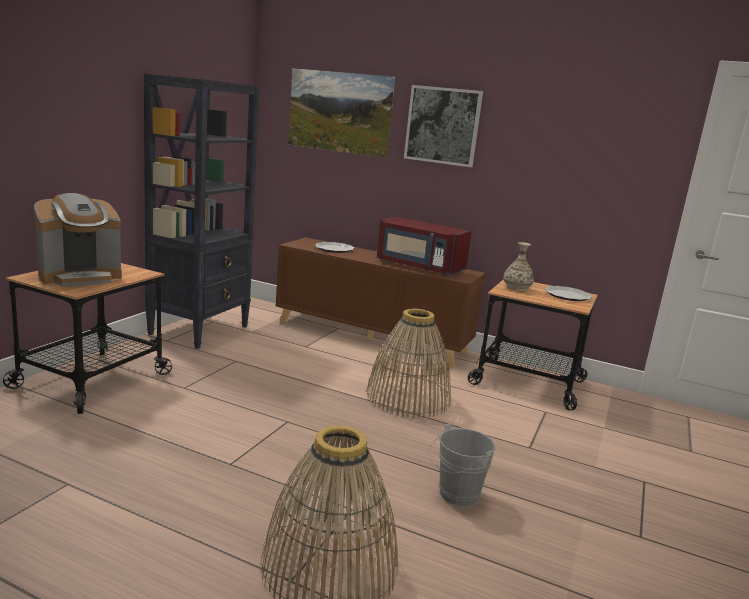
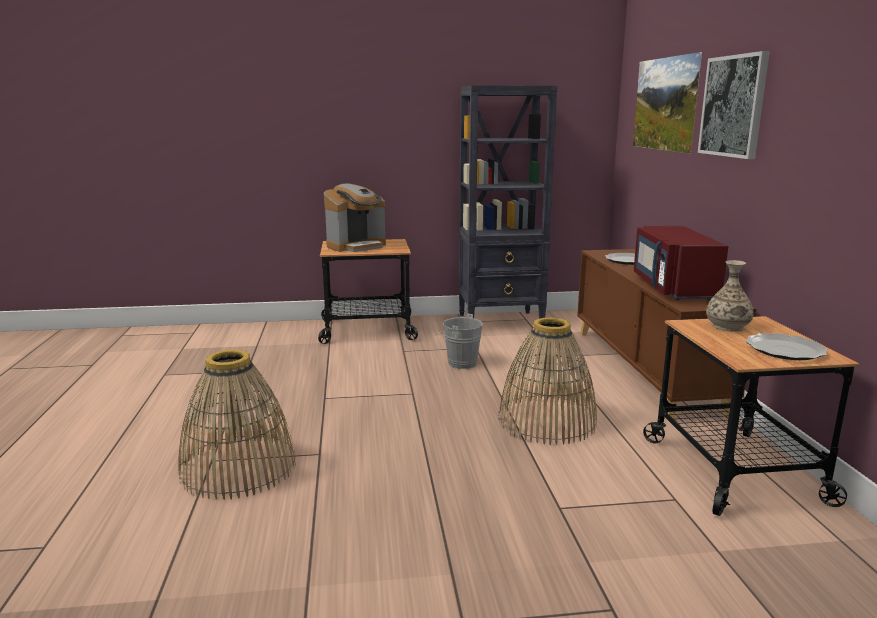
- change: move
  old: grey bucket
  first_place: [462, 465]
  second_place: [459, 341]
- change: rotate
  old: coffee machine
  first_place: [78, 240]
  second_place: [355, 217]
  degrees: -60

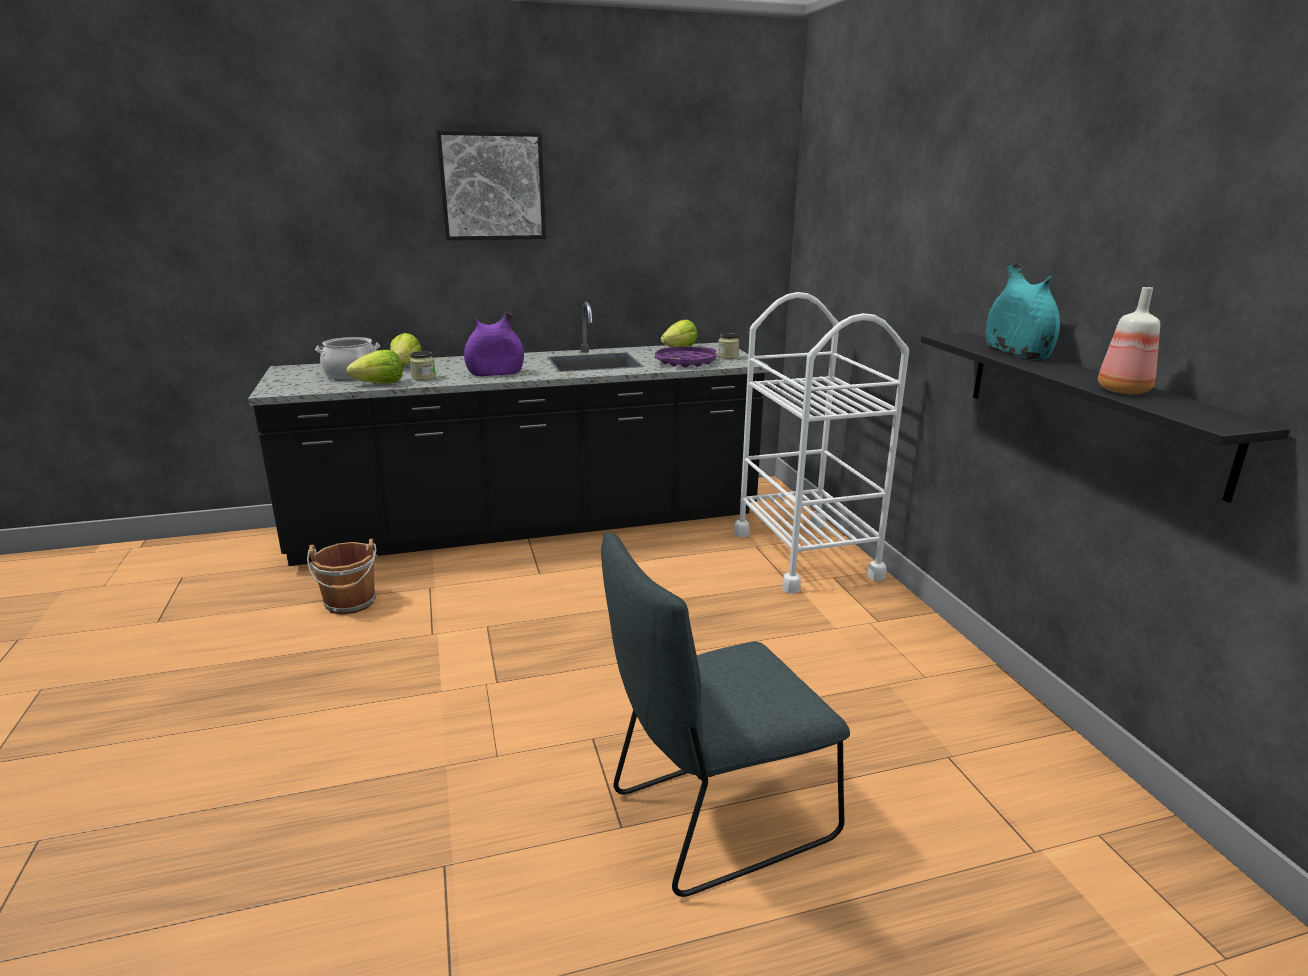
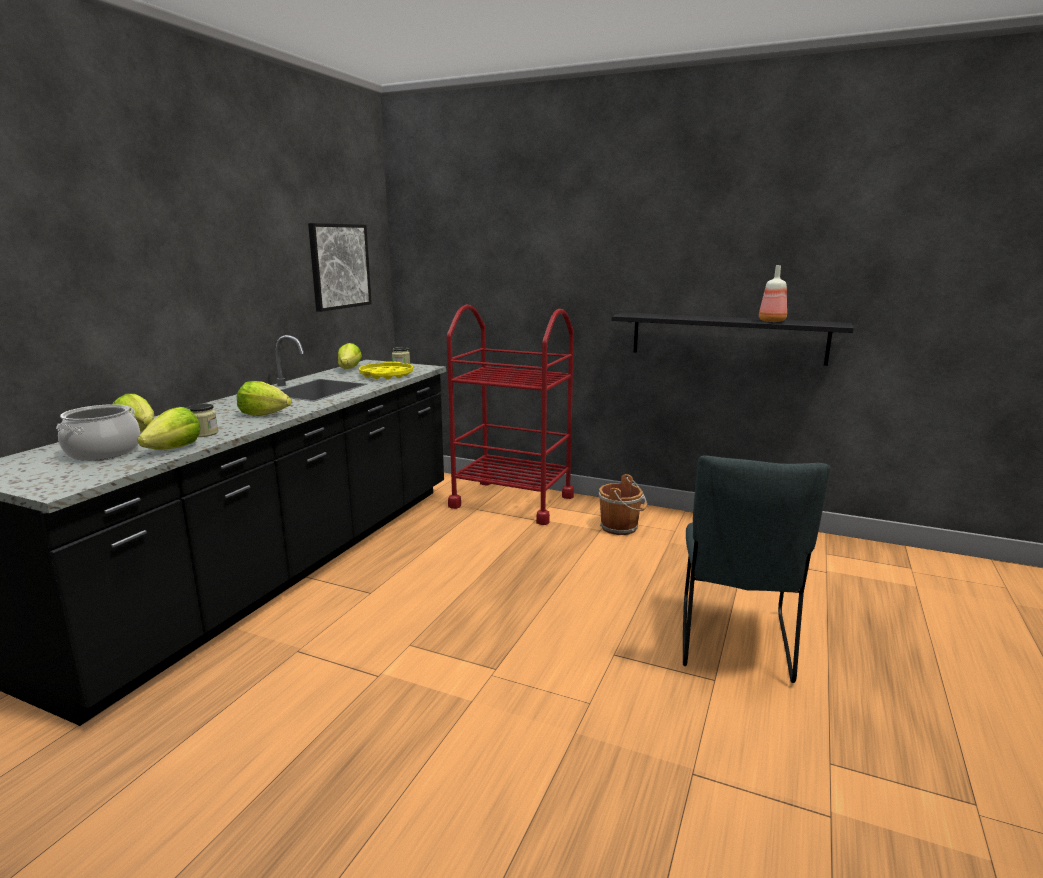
- change: delete
  old: turquoise vase
  first_place: [1023, 311]
- change: move
  old: brown bucket
  first_place: [342, 577]
  second_place: [623, 504]
- change: move
  old: picture
  first_place: [491, 185]
  second_place: [340, 267]
- change: replace
  old: purple vase
  new: lettuce
  first_place: [494, 344]
  second_place: [264, 398]
- change: recolor
  old: purple tray
  new: yellow tray
  first_place: [686, 357]
  second_place: [386, 370]
- change: recolor
  old: white cart
  new: red cart
  first_place: [821, 442]
  second_place: [510, 415]

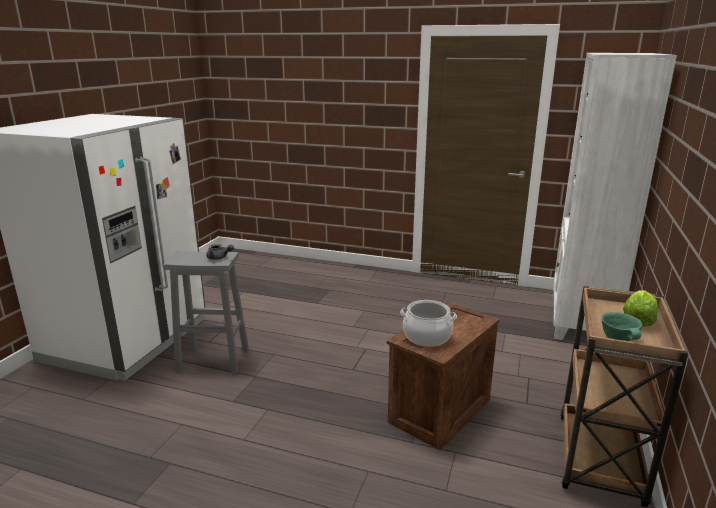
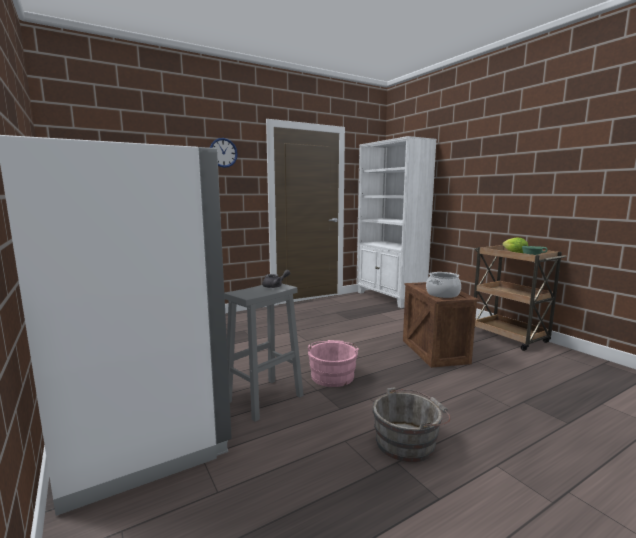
- change: insert
  new: wall clock
  second_place: [224, 153]
- change: insert
  new: pink bucket
  second_place: [333, 363]
- change: insert
  new: grey bucket
  second_place: [412, 424]

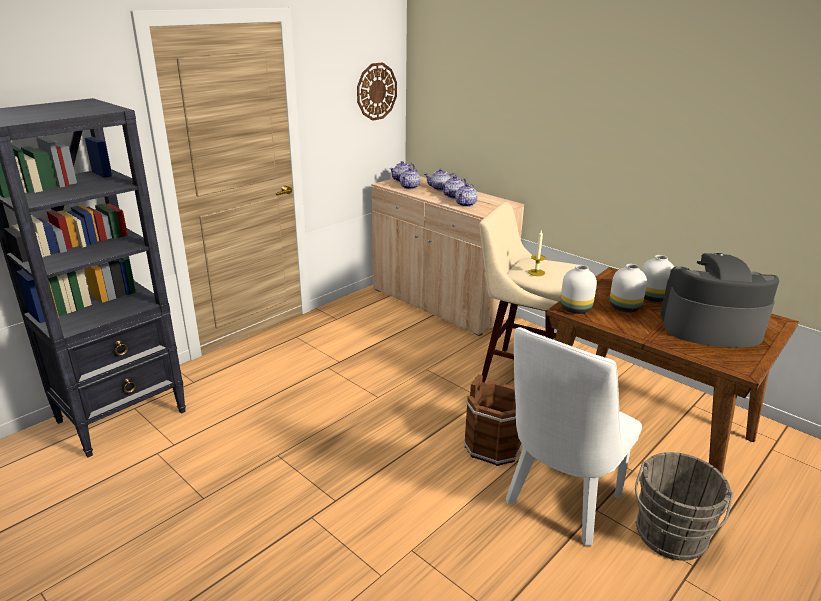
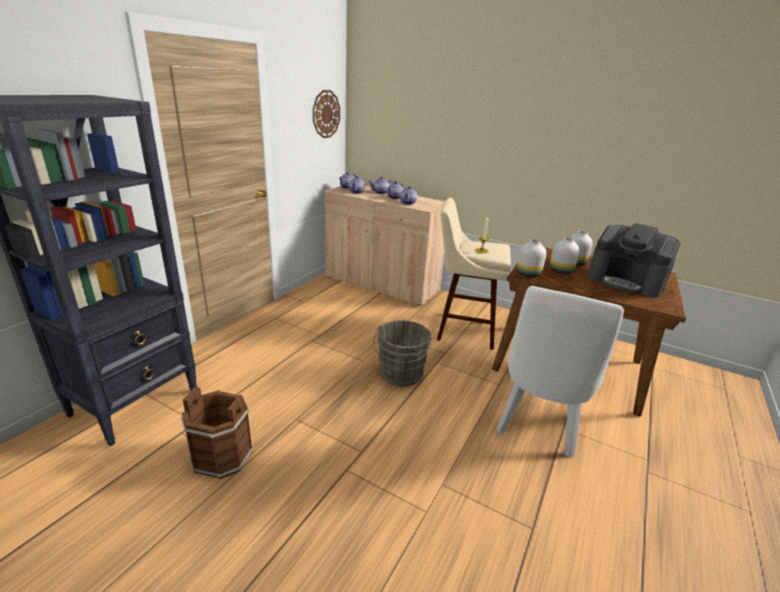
- change: move
  old: brown bucket
  first_place: [493, 420]
  second_place: [217, 433]
- change: move
  old: grey bucket
  first_place: [684, 506]
  second_place: [402, 353]
- change: rotate
  old: coffee machine
  first_place: [719, 300]
  second_place: [633, 260]
  degrees: -135

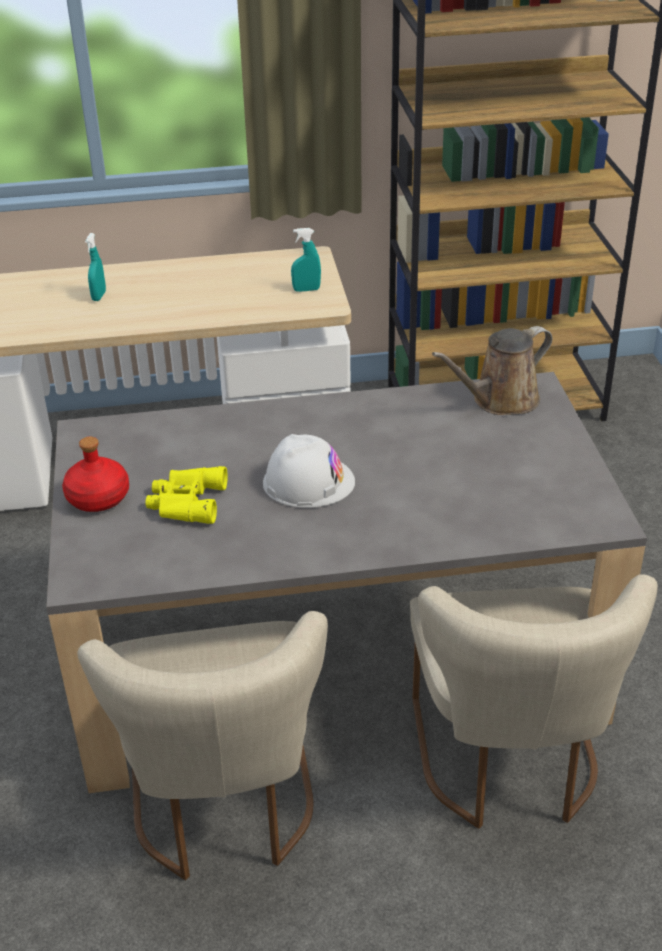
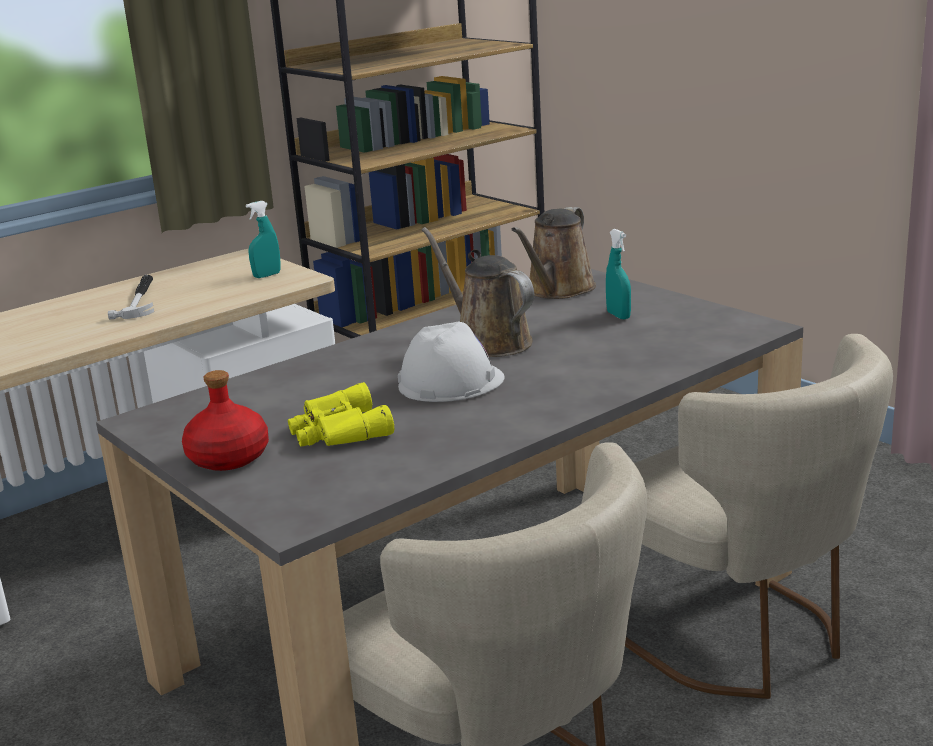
- change: insert
  new: hammer
  second_place: [131, 297]
- change: insert
  new: brown watering can
  second_place: [478, 292]
- change: move
  old: turquoise spray bottle
  first_place: [95, 267]
  second_place: [618, 274]

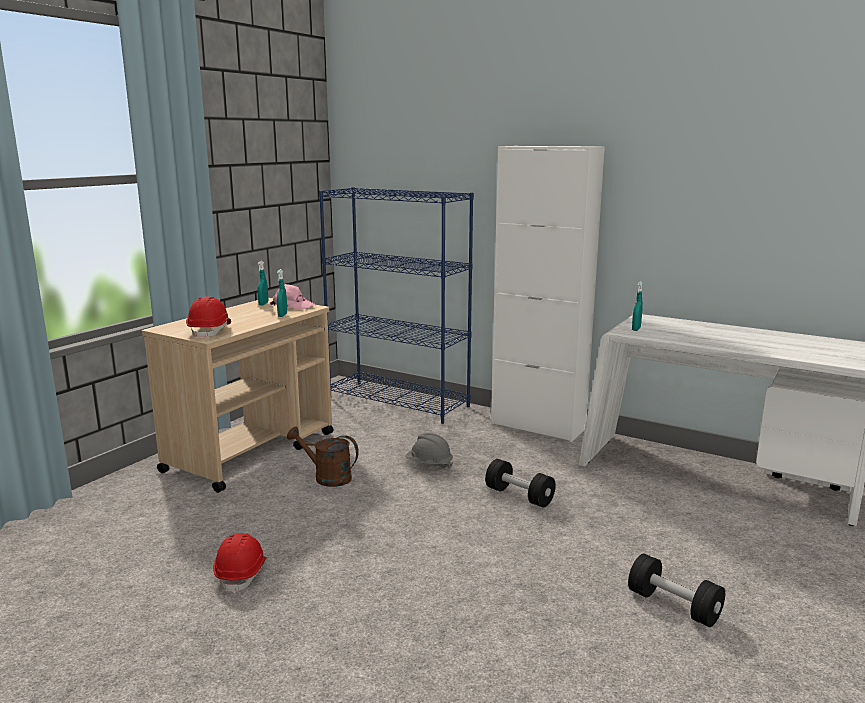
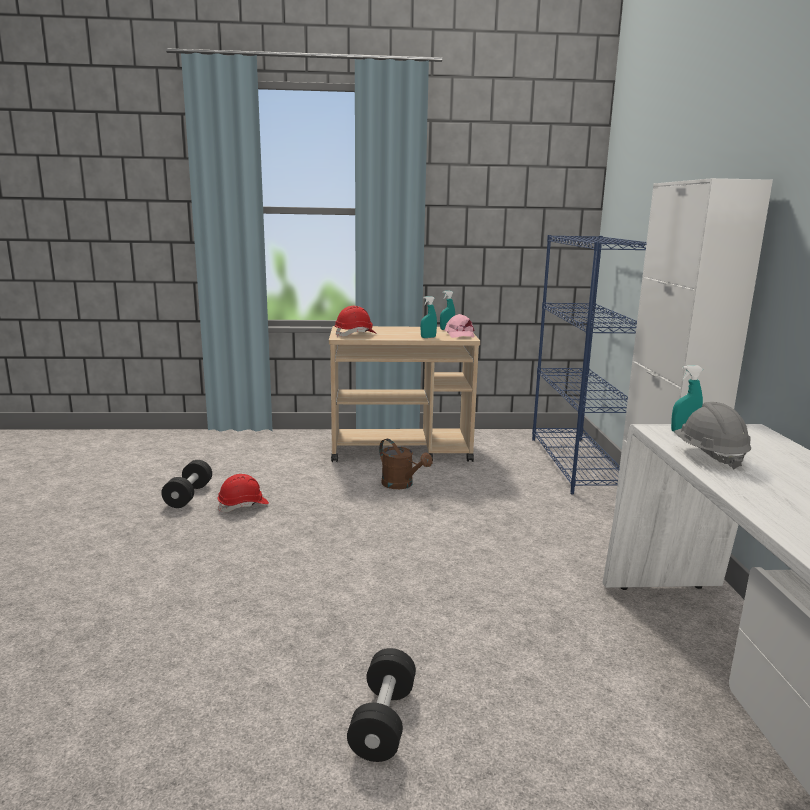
- change: move
  old: grey hard hat
  first_place: [429, 451]
  second_place: [712, 435]
- change: move
  old: black dumbbell
  first_place: [520, 483]
  second_place: [186, 484]
- change: rotate
  old: brown watering can
  first_place: [323, 457]
  second_place: [406, 464]
  degrees: 150

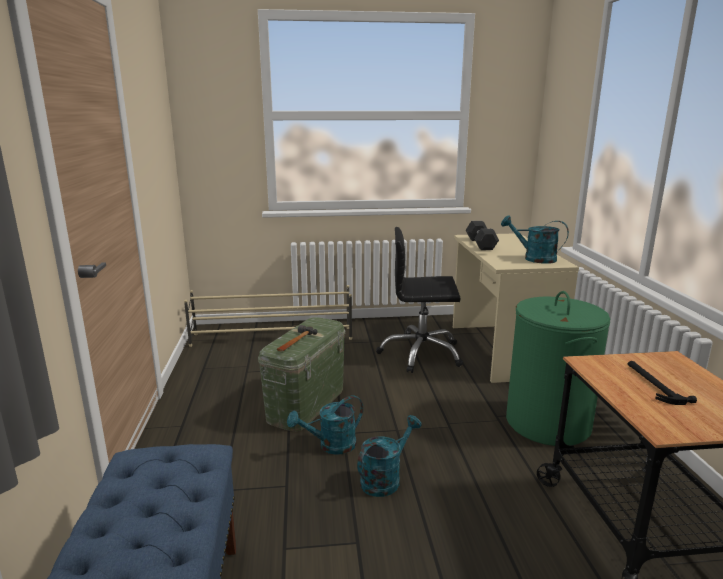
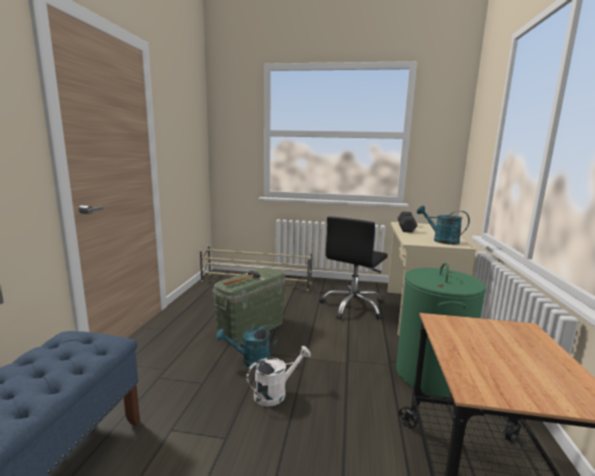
- change: delete
  old: hammer
  first_place: [662, 383]
- change: recolor
  old: turquoise watering can
  new: white watering can
  first_place: [389, 456]
  second_place: [278, 376]
- change: rotate
  old: black office chair
  first_place: [419, 300]
  second_place: [354, 268]
  degrees: -75

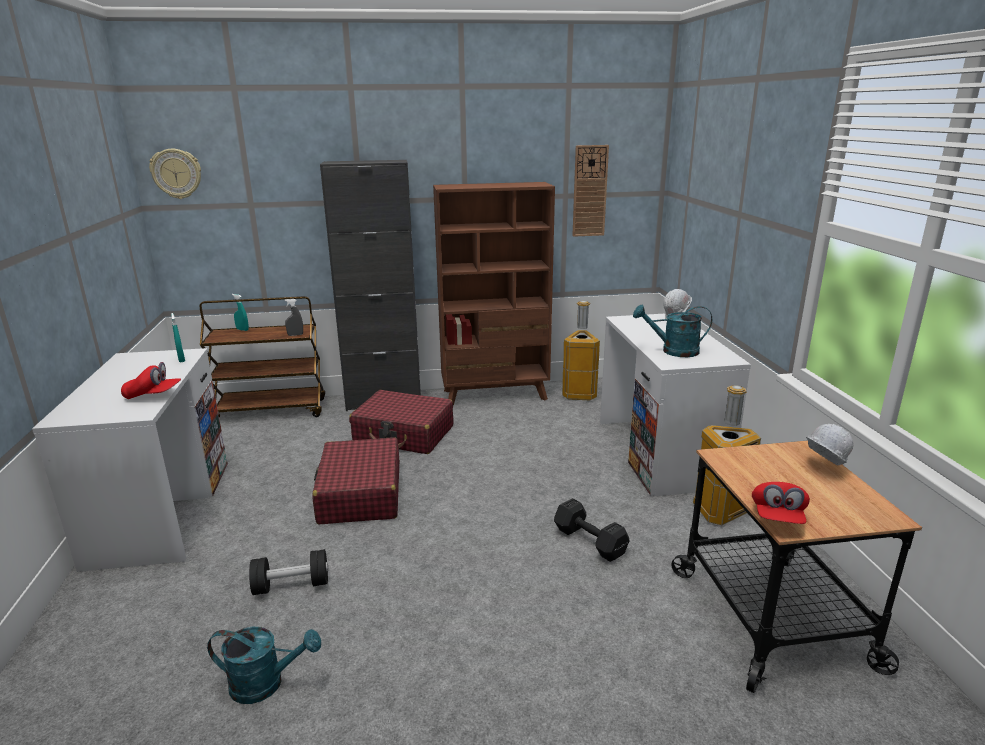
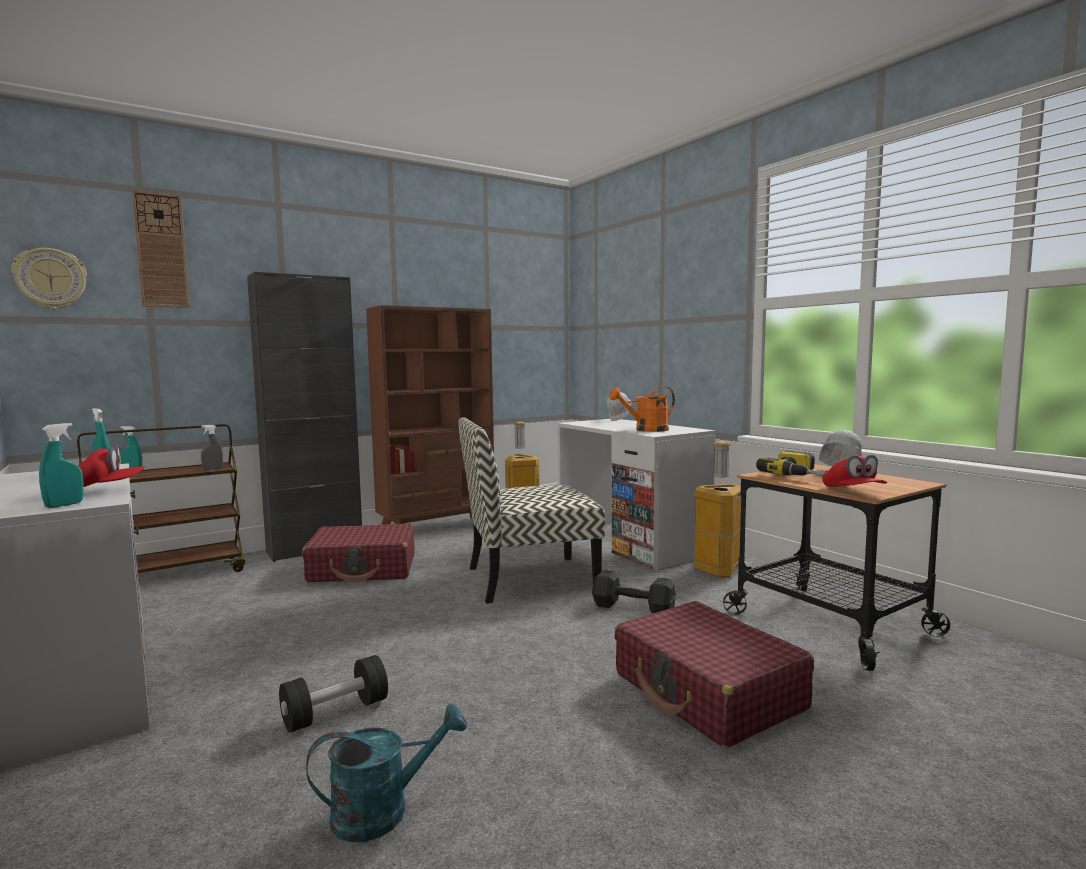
- change: insert
  new: turquoise spray bottle
  second_place: [61, 465]
- change: insert
  new: chair
  second_place: [531, 510]
- change: insert
  new: power drill
  second_place: [791, 463]
- change: move
  old: red suitcase
  first_place: [356, 480]
  second_place: [714, 674]
- change: move
  old: wall clock
  first_place: [590, 191]
  second_place: [161, 249]
- change: recolor
  old: turquoise watering can
  new: orange watering can
  first_place: [672, 331]
  second_place: [642, 409]

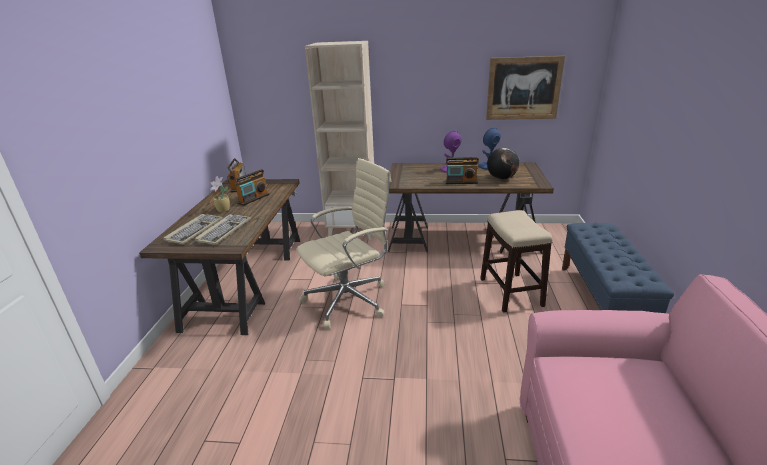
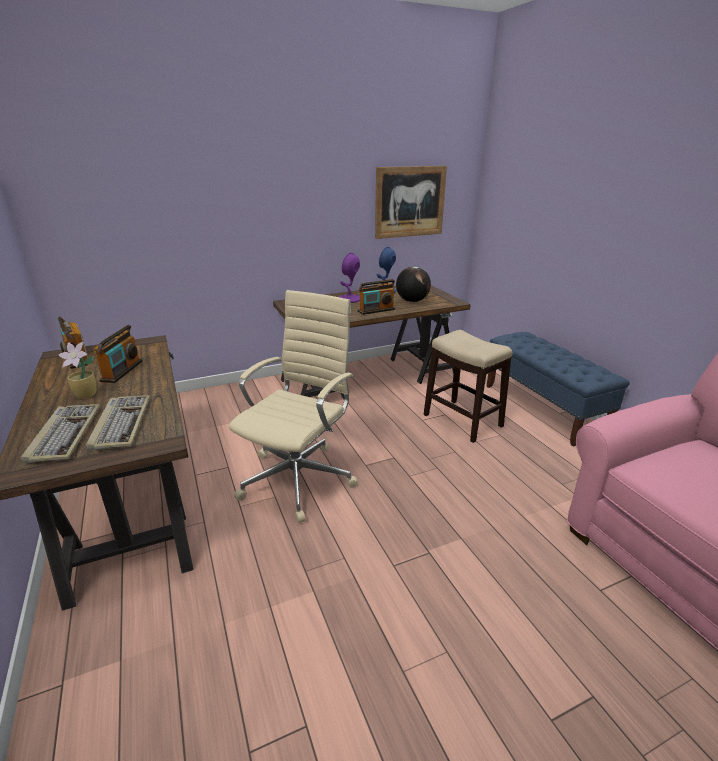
- change: delete
  old: beige bookcase
  first_place: [339, 140]

